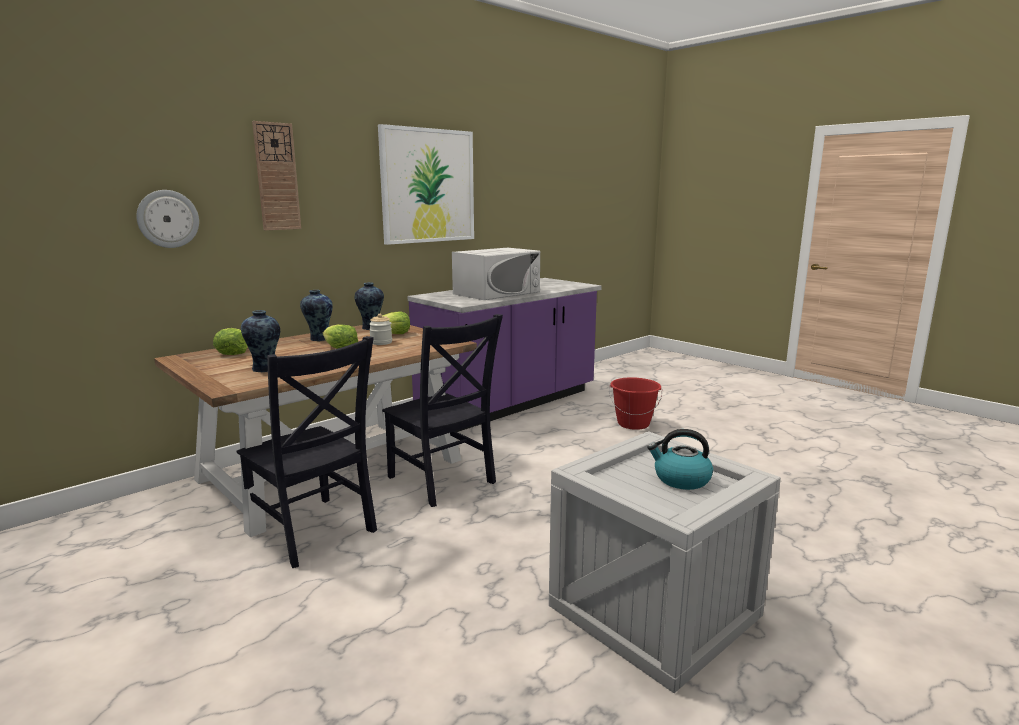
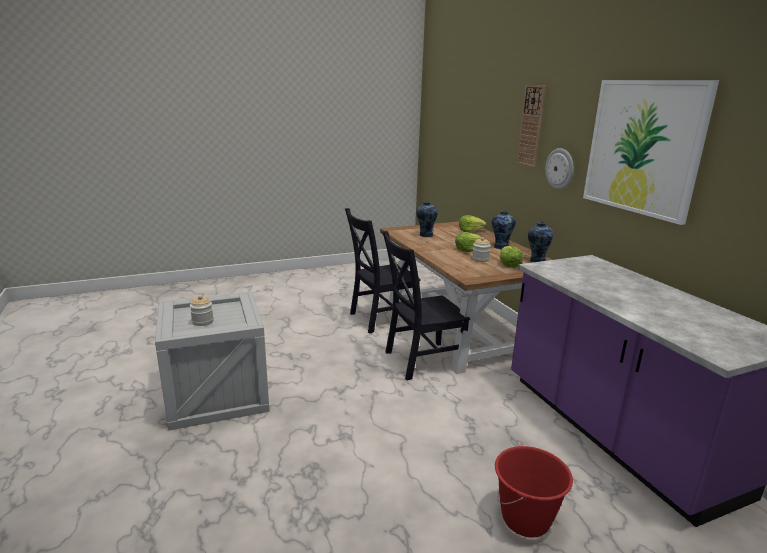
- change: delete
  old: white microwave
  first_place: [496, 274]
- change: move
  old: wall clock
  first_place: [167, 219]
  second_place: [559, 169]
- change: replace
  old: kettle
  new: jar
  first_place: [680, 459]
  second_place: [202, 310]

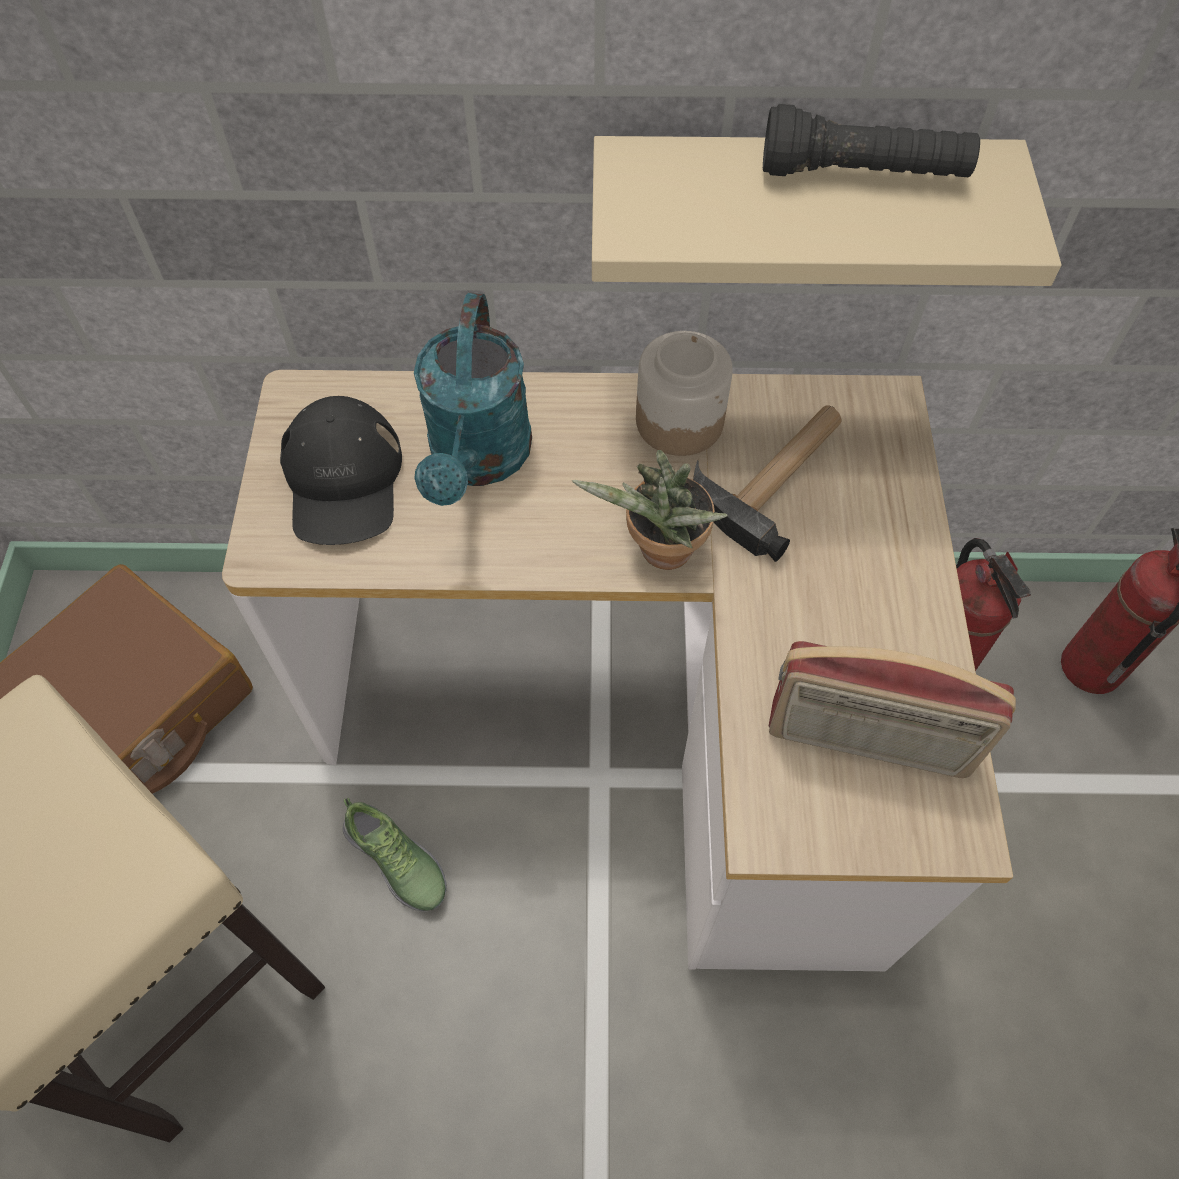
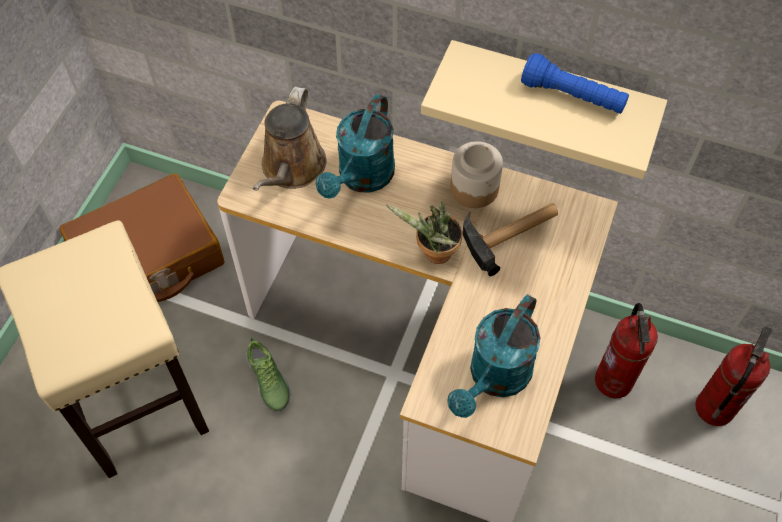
- change: replace
  old: black cap
  new: brown watering can
  first_place: [341, 470]
  second_place: [290, 139]
- change: replace
  old: radio
  new: turquoise watering can
  first_place: [892, 709]
  second_place: [494, 356]
- change: recolor
  old: black flashlight
  new: blue flashlight
  first_place: [871, 140]
  second_place: [575, 83]

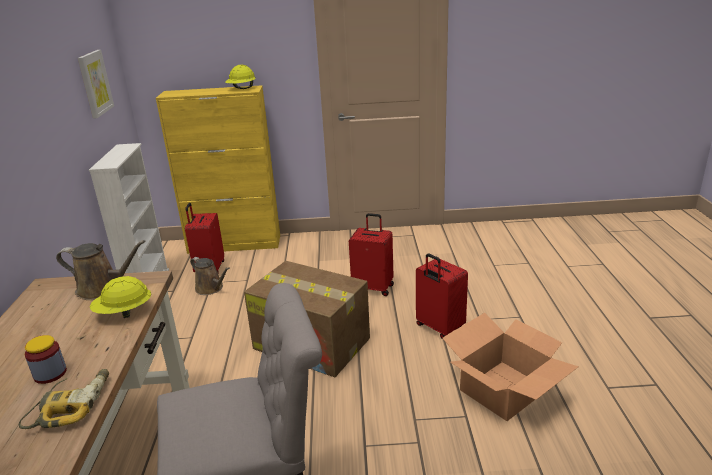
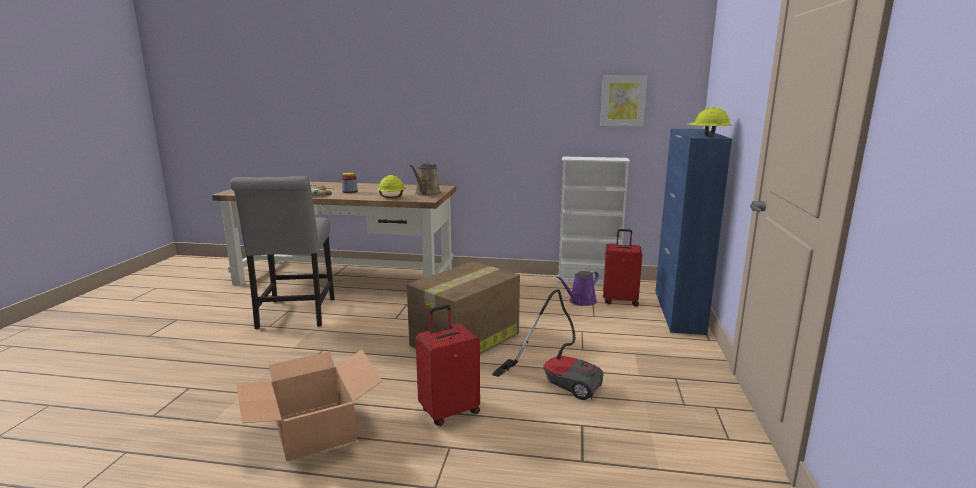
- change: replace
  old: red suitcase
  new: vacuum cleaner
  first_place: [371, 254]
  second_place: [548, 344]
- change: recolor
  old: yellow cabinet
  new: blue cabinet
  first_place: [218, 169]
  second_place: [693, 232]
- change: recolor
  old: brown watering can
  new: purple watering can
  first_place: [210, 276]
  second_place: [577, 288]

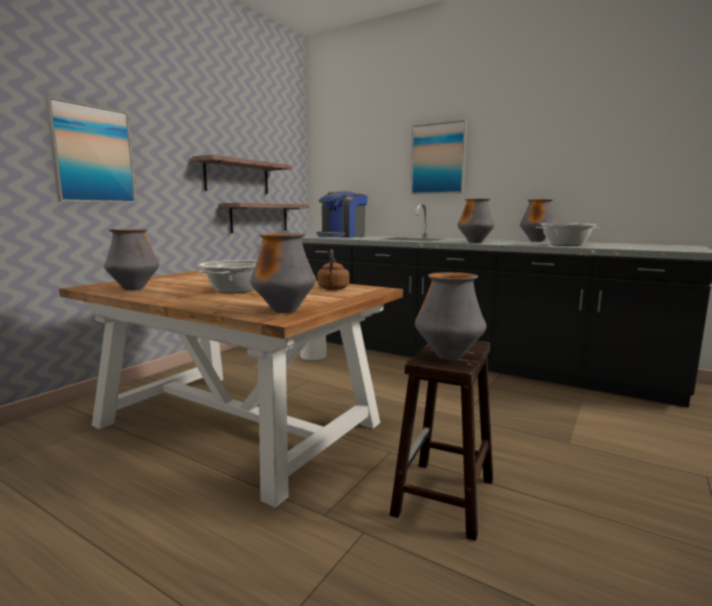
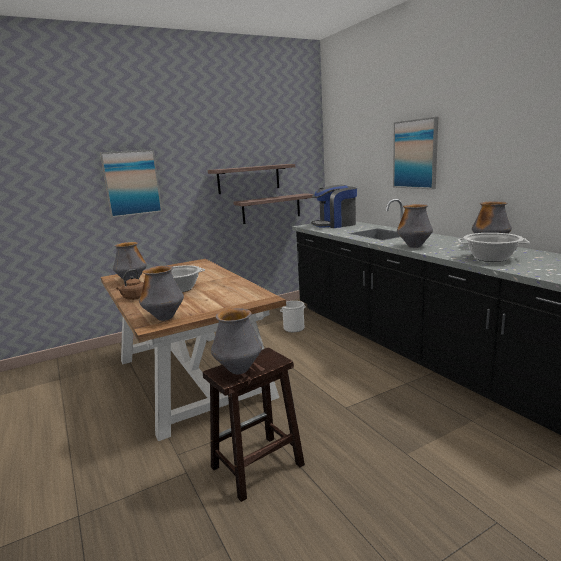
- change: move
  old: brown kettle
  first_place: [333, 269]
  second_place: [130, 284]

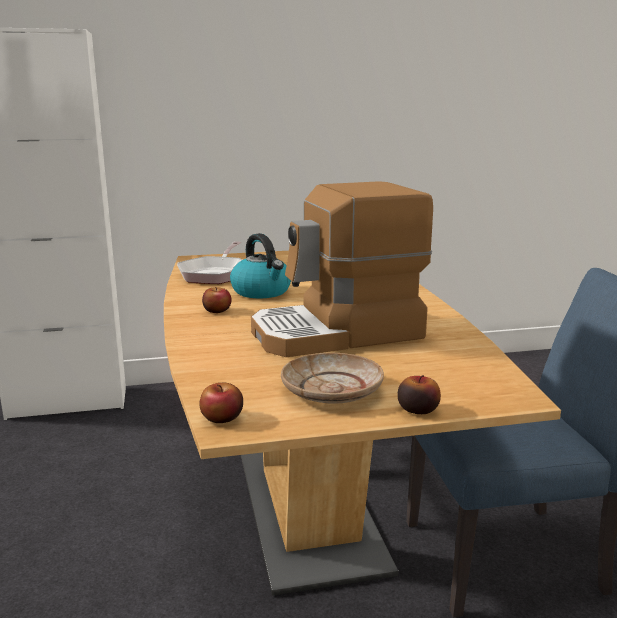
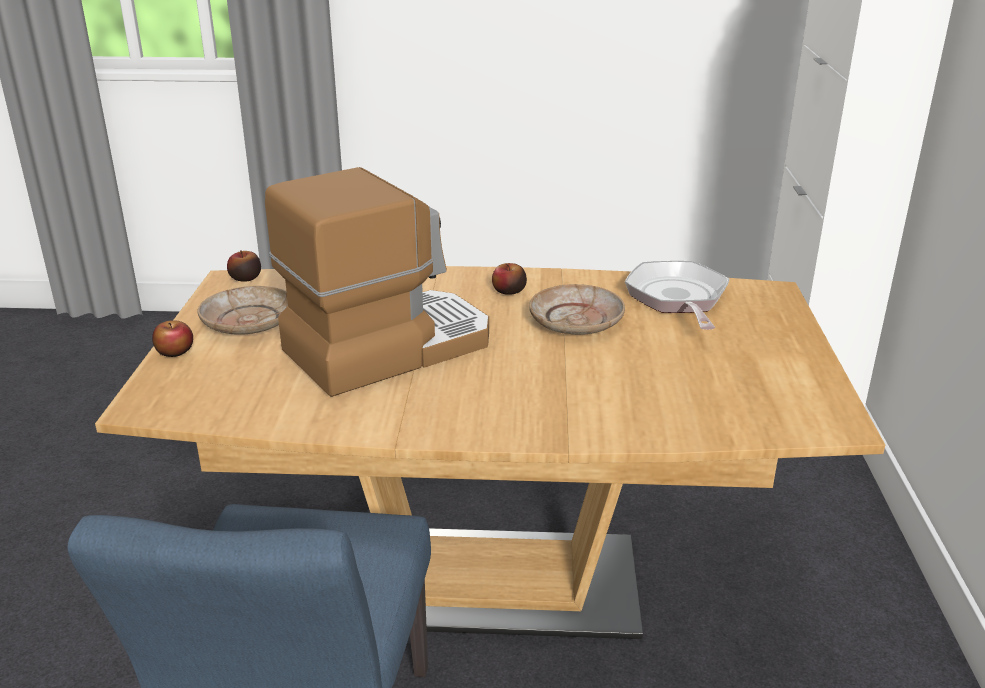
- change: replace
  old: kettle
  new: beige plate
  first_place: [260, 265]
  second_place: [577, 309]
- change: rotate
  old: frying pan
  first_place: [209, 262]
  second_place: [677, 295]
  degrees: 60
- change: rotate
  old: coffee machine
  first_place: [342, 269]
  second_place: [377, 282]
  degrees: 60

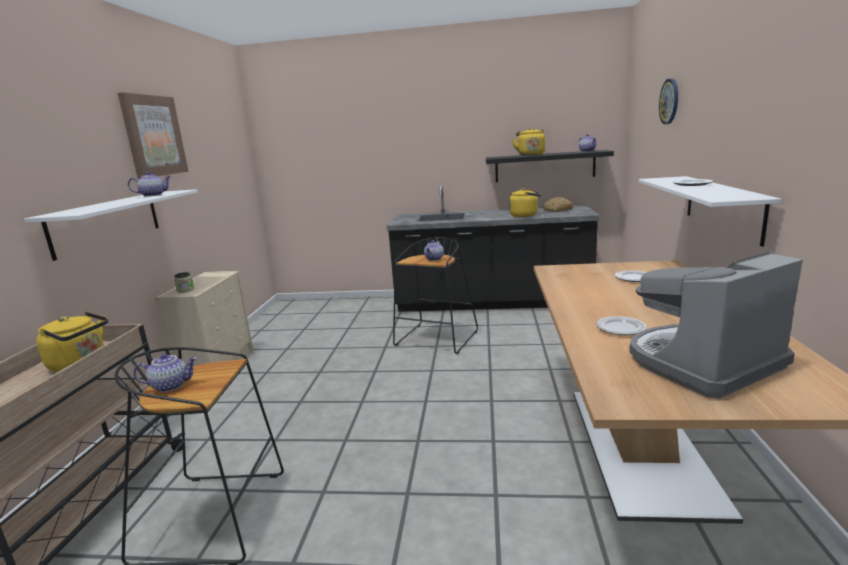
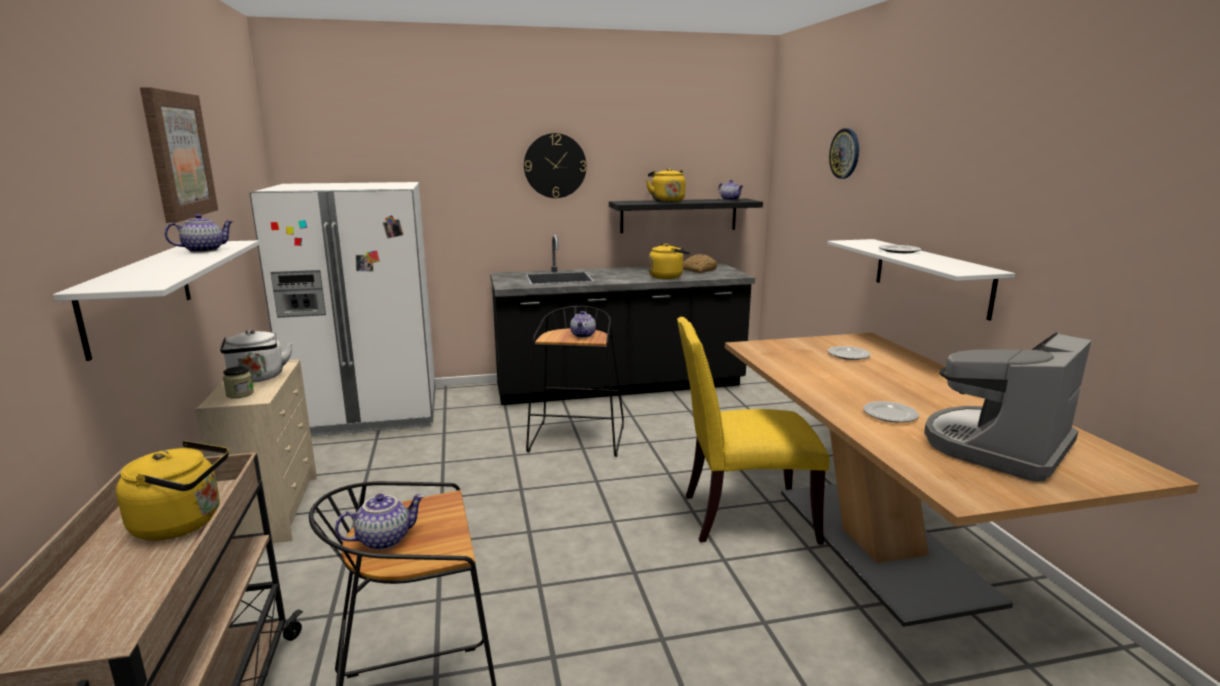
- change: insert
  new: white kettle
  second_place: [256, 356]
- change: insert
  new: white fridge
  second_place: [342, 309]
- change: insert
  new: wall clock
  second_place: [555, 165]
- change: insert
  new: yellow chair
  second_place: [753, 430]

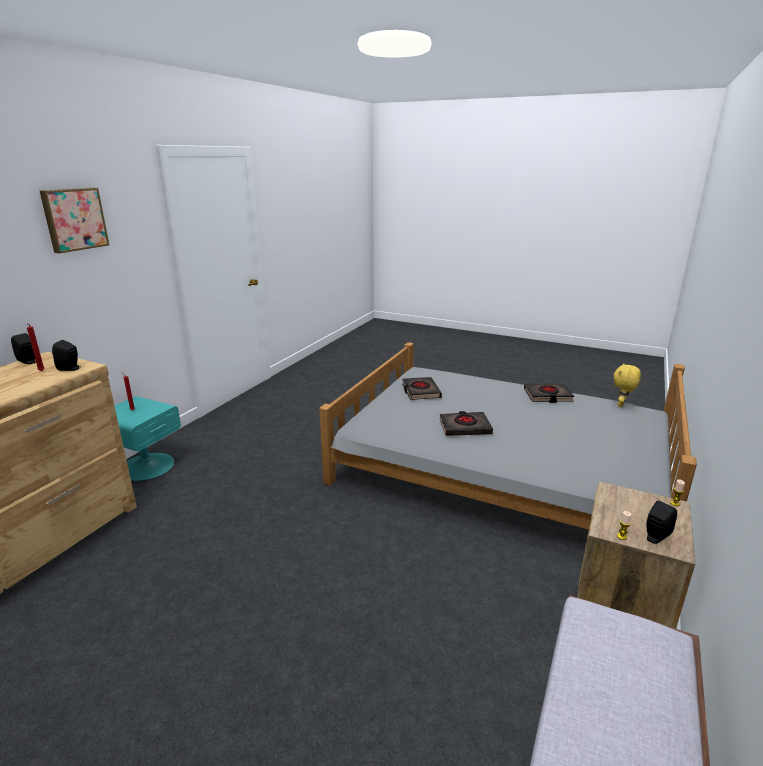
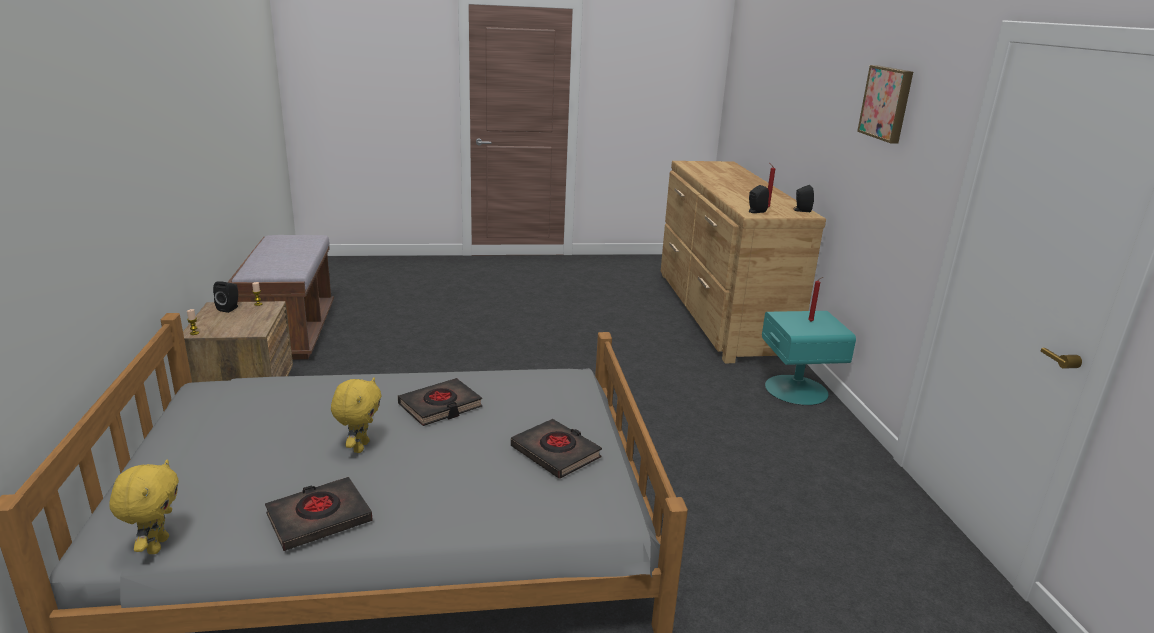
- change: insert
  new: yellow plush toy
  second_place: [356, 415]

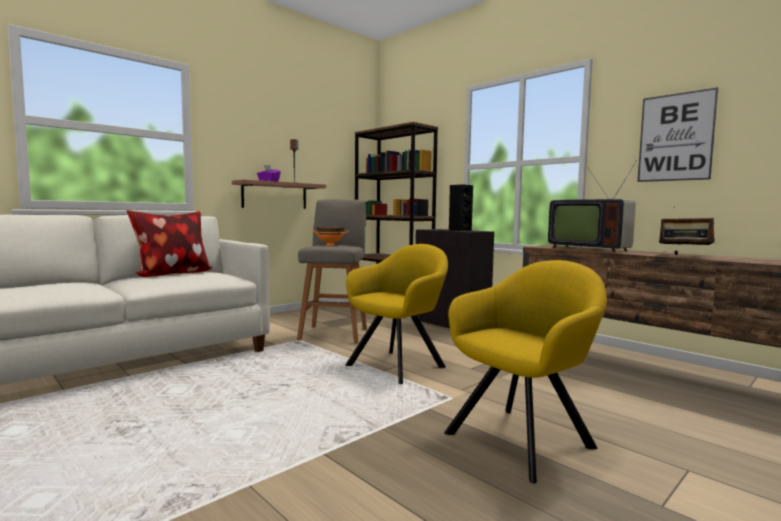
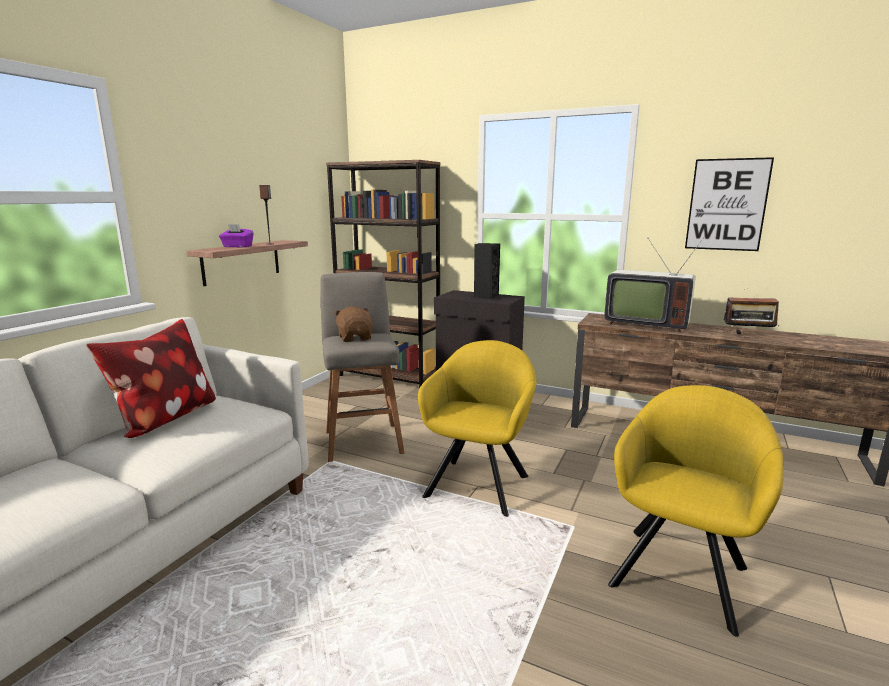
- change: replace
  old: orange bowl
  new: brown plush toy
  first_place: [330, 236]
  second_place: [353, 324]

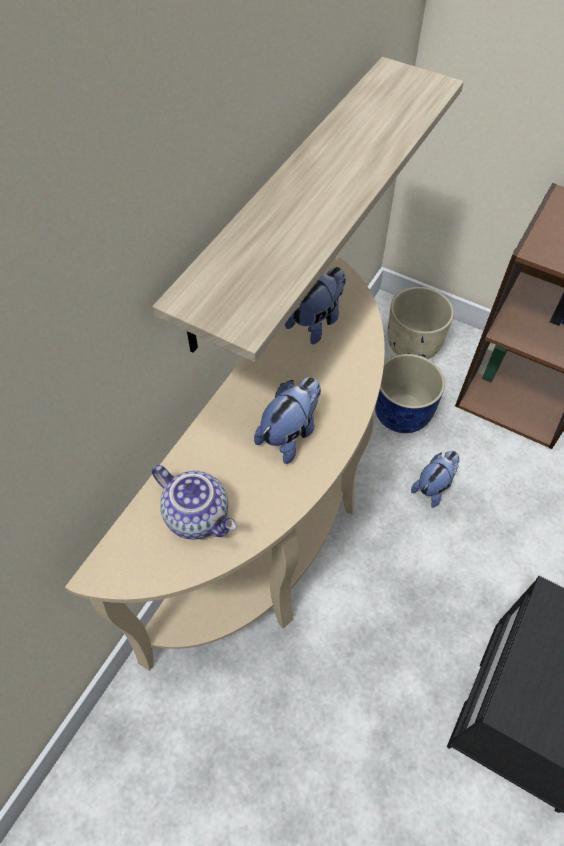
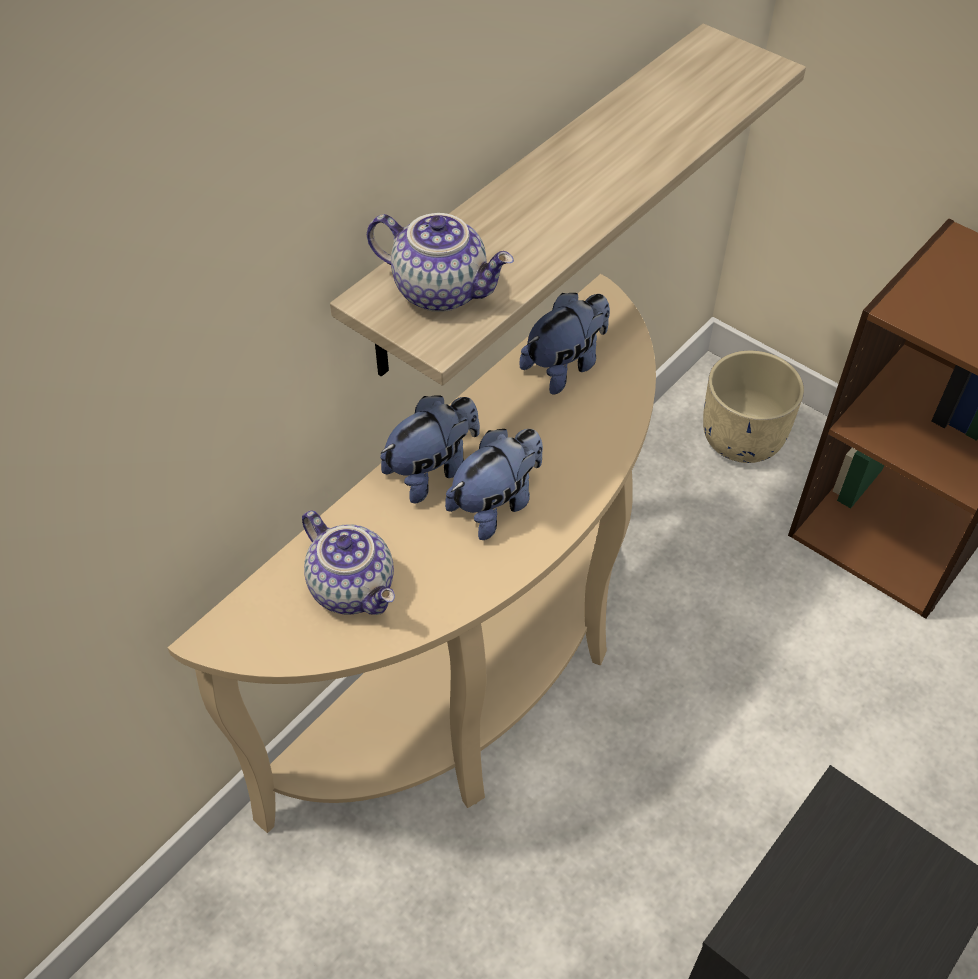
- change: delete
  old: blue planter
  first_place: [410, 393]
- change: insert
  new: teapot
  second_place: [440, 262]
- change: move
  old: plush toy
  first_place: [435, 479]
  second_place: [430, 449]

